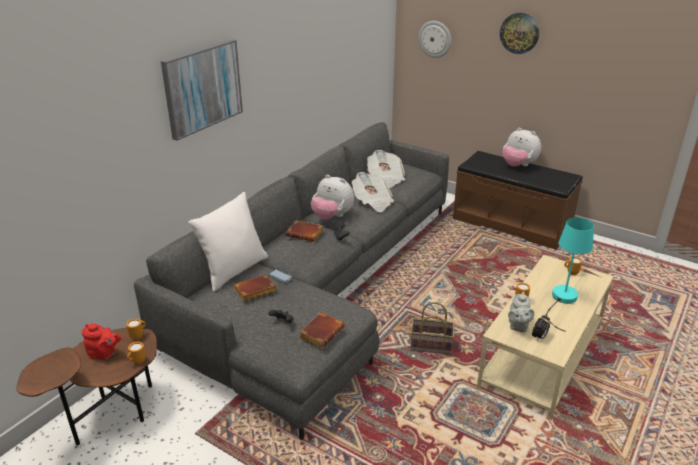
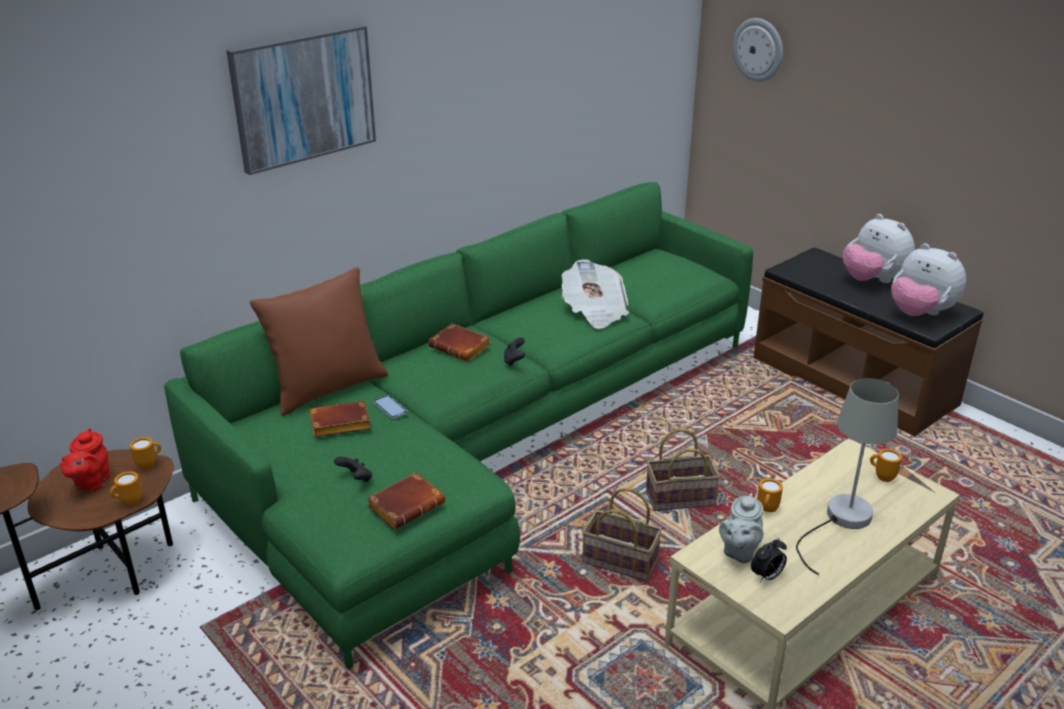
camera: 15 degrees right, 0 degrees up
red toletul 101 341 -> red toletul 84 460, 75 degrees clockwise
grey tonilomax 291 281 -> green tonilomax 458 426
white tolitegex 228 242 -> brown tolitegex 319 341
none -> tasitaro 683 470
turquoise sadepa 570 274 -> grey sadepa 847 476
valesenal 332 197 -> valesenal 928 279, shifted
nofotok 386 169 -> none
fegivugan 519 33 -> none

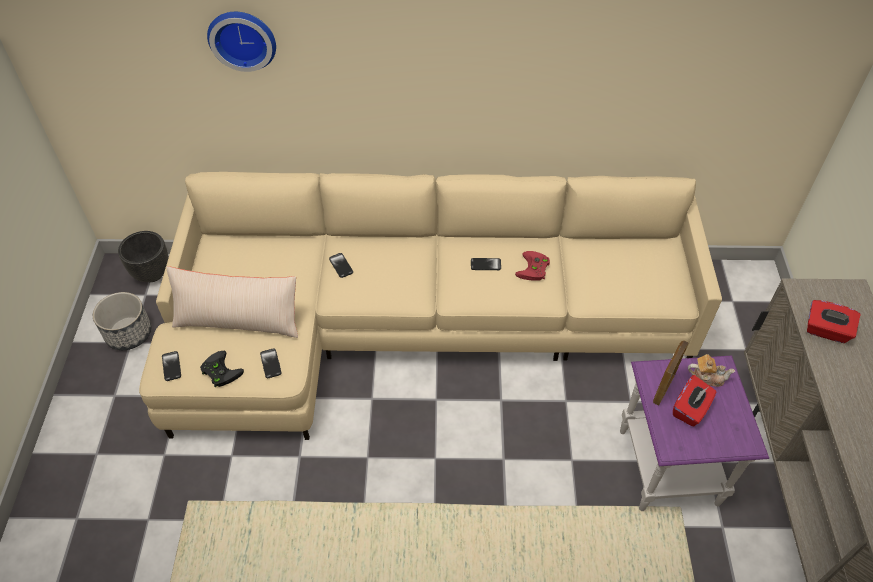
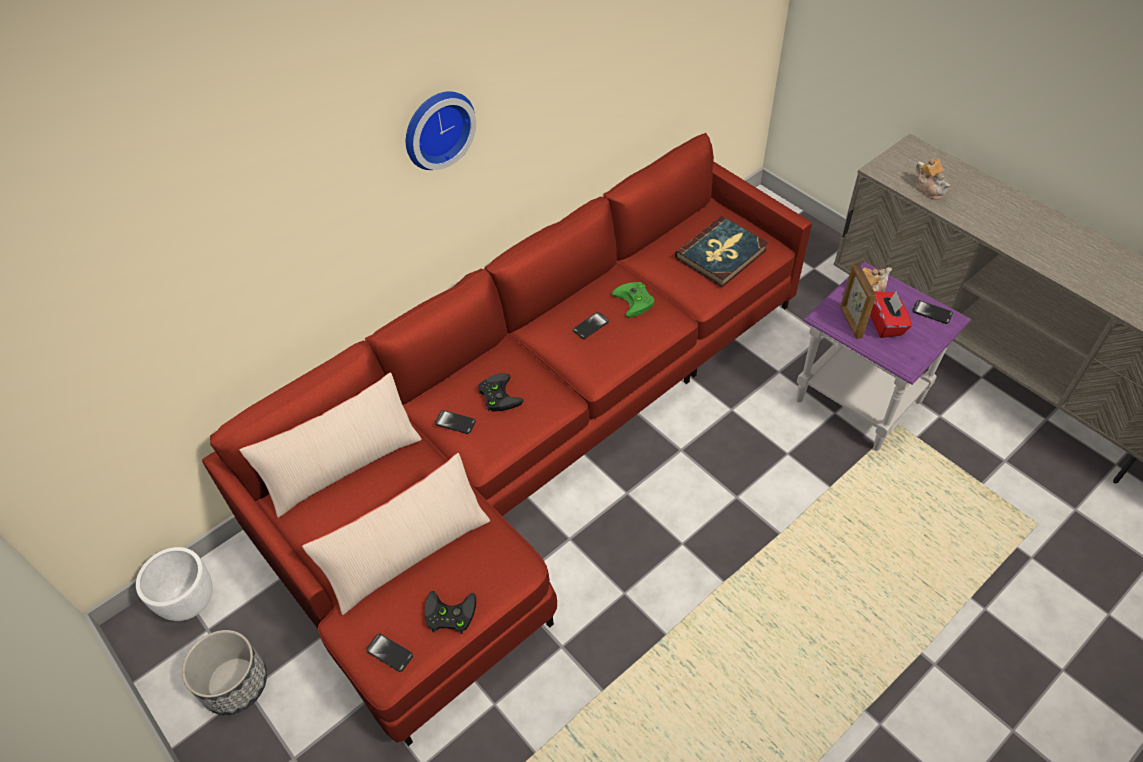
camera: 40 degrees left, 0 degrees up
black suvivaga 143 256 -> white suvivaga 174 584
beige tonilomax 430 306 -> red tonilomax 507 439
none -> beige tolitegex 330 445
fegivugan 241 42 -> fegivugan 441 130, shifted
none -> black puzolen 500 392
red puzolen 532 266 -> green puzolen 633 300
none -> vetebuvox 721 251
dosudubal 271 363 -> dosudubal 932 312, shifted
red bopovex 834 321 -> toletul 933 179

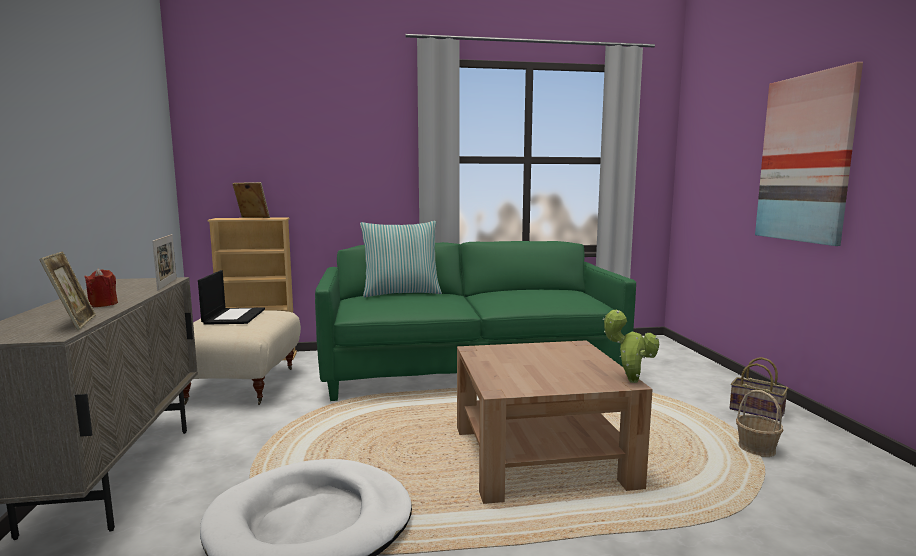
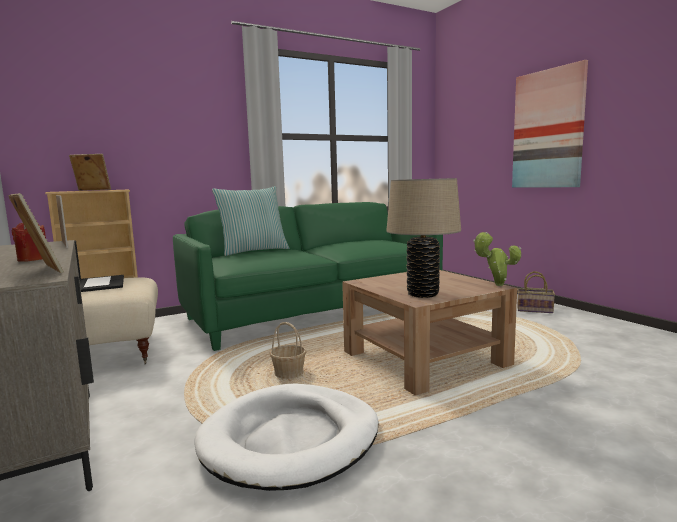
camera: 20 degrees left, 0 degrees up
tasitaro 760 423 -> tasitaro 288 350, shifted
none -> beige sadepa 423 238

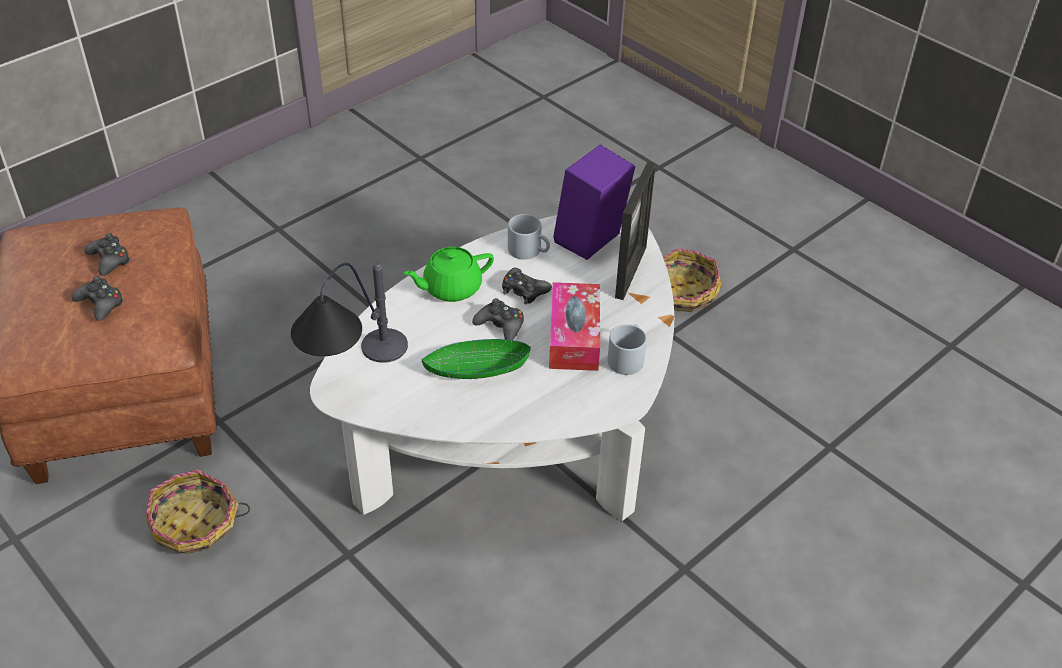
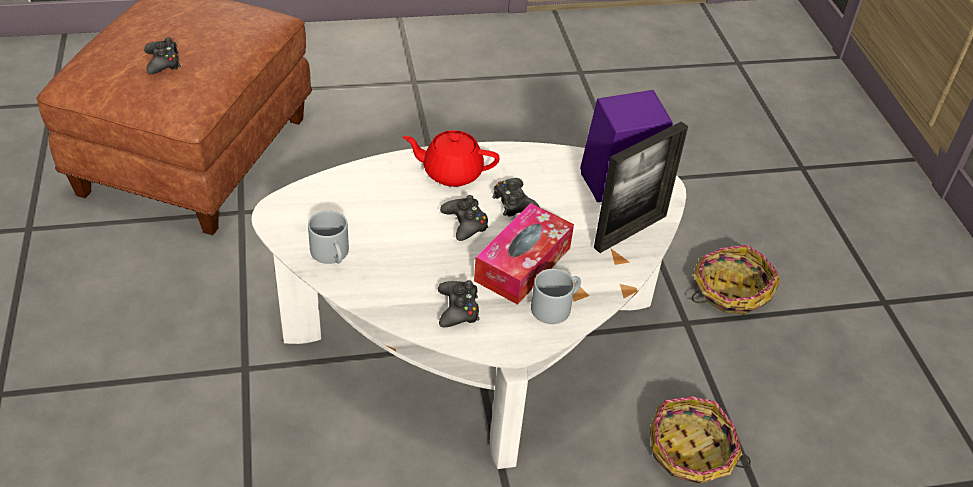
camera: 30 degrees right, 0 degrees up
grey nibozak 529 237 -> grey nibozak 328 237, shifted
green toletul 448 274 -> red toletul 451 158
black puzolen 107 254 -> black puzolen 458 303, shifted
tasitaro 198 512 -> tasitaro 700 440, shifted
sadepa 349 313 -> none
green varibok 476 359 -> none

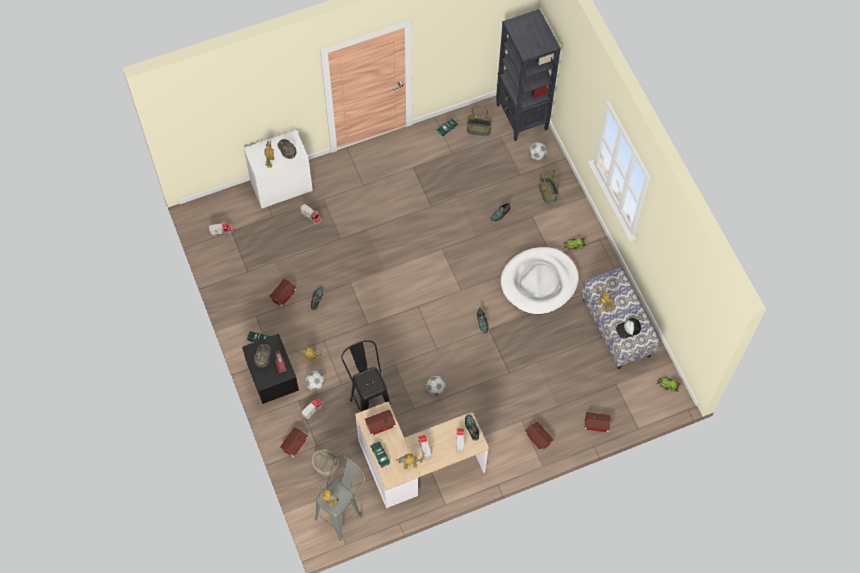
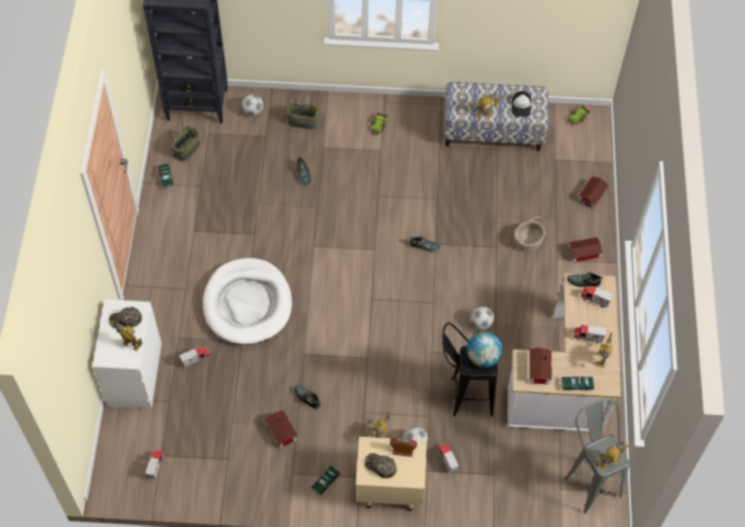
camera: 65 degrees left, 5 degrees down
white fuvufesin 540 280 -> white fuvufesin 247 301, shifted
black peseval 270 369 -> beige peseval 391 474
none -> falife 485 349
tasitaro 325 463 -> tasitaro 529 233, shifted
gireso 294 442 -> none

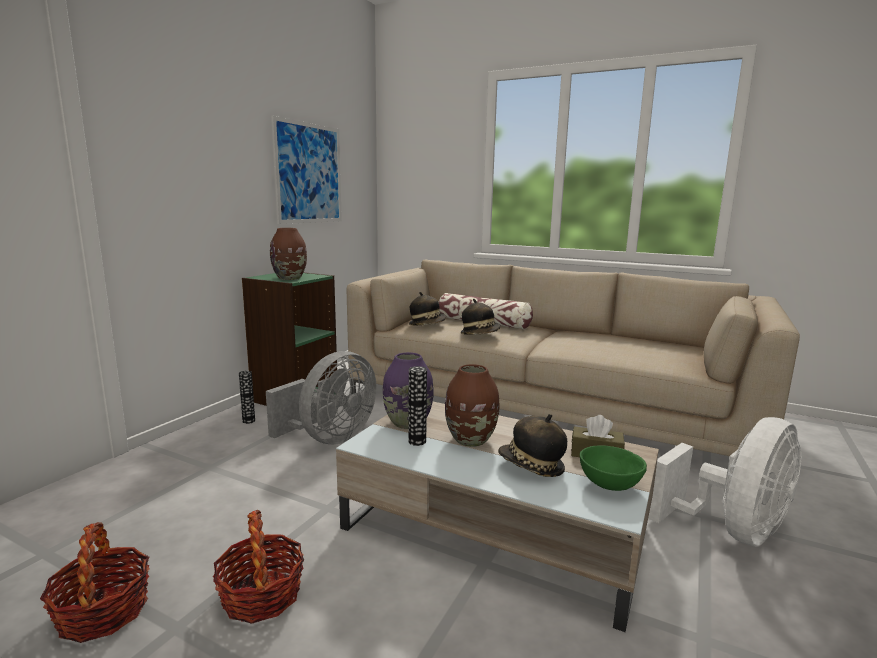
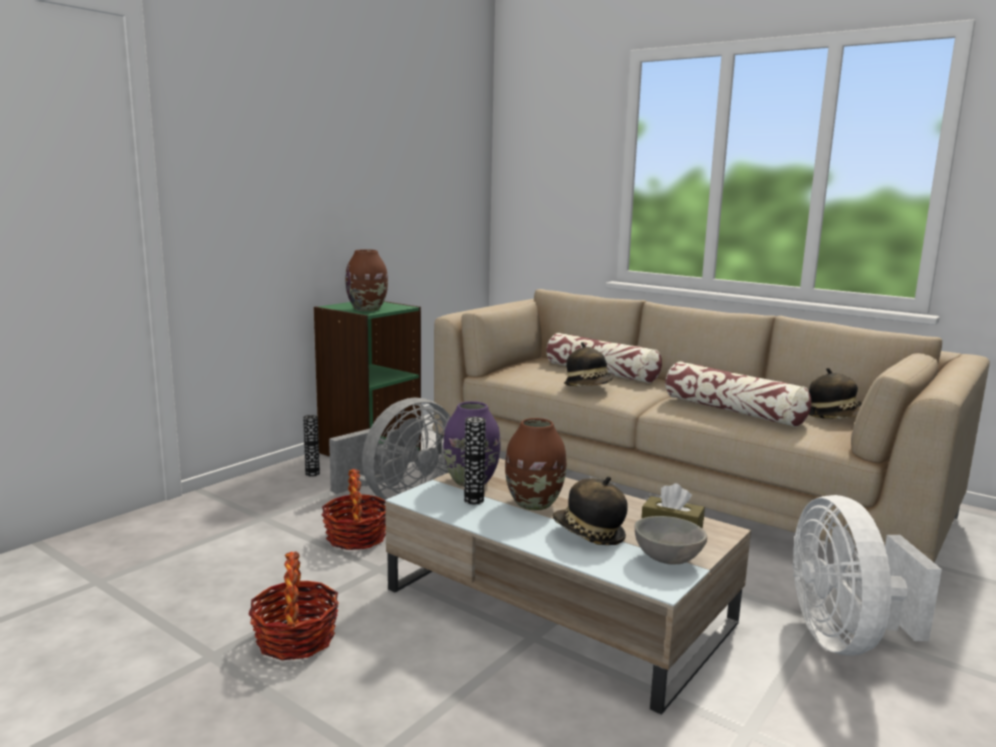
camera: 10 degrees right, 0 degrees up
tasitaro 95 582 -> tasitaro 353 509, shifted
green varibok 613 468 -> grey varibok 671 540
none -> tolitegex 738 394
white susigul 725 482 -> white susigul 867 575, 120 degrees clockwise
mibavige 427 308 -> mibavige 835 393, shifted
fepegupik 306 170 -> none

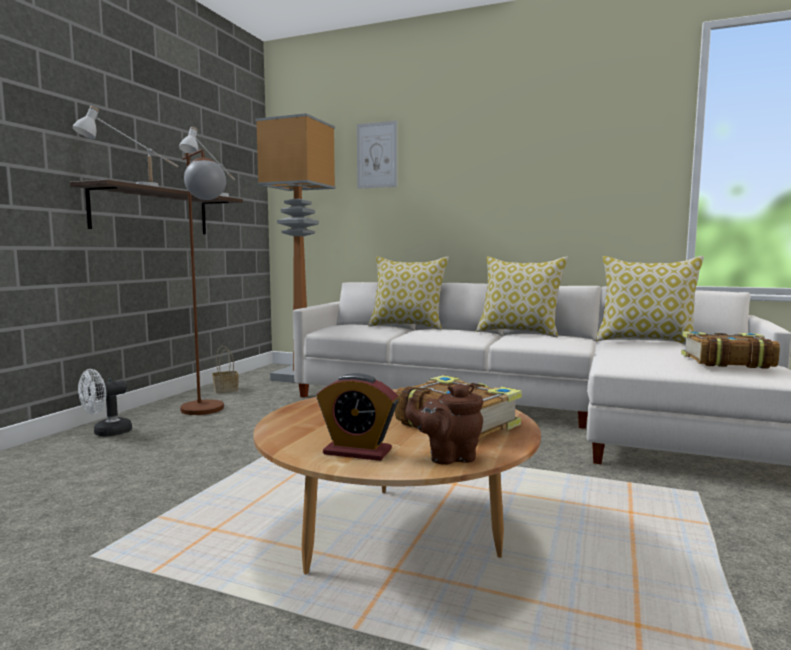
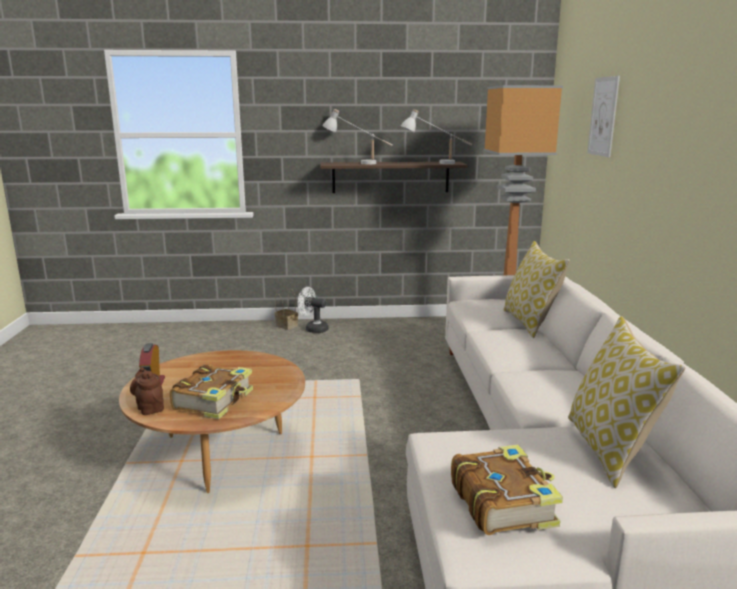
camera: 65 degrees right, 10 degrees up
tasitaro 225 369 -> tasitaro 286 309, shifted
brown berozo 203 282 -> none
tolitegex 522 297 -> none

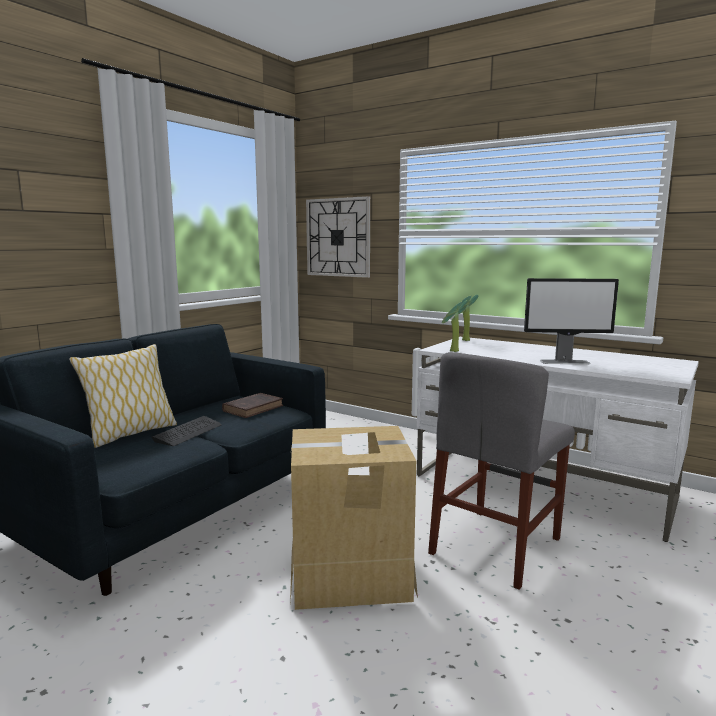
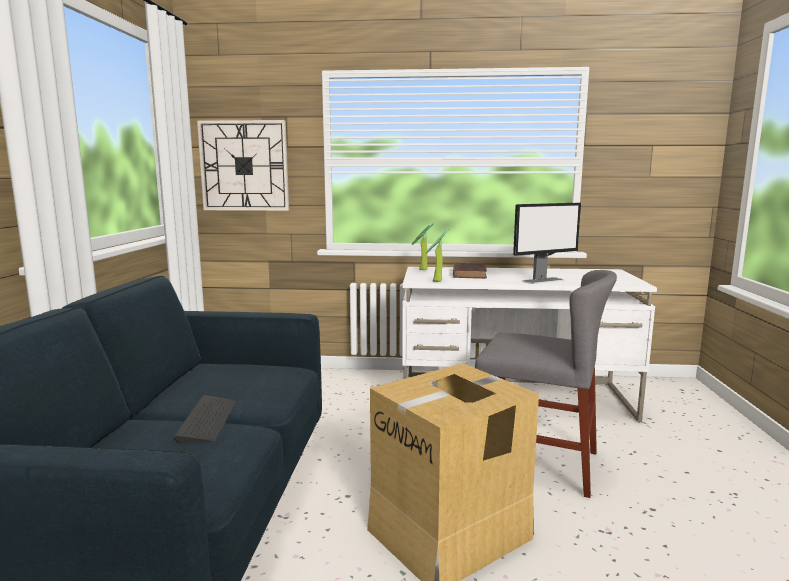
camera: 30 degrees left, 0 degrees up
brown vetebuvox 252 405 -> brown vetebuvox 470 270, shifted
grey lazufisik 501 471 -> grey lazufisik 546 384, 75 degrees counterclockwise
tolitegex 123 396 -> none

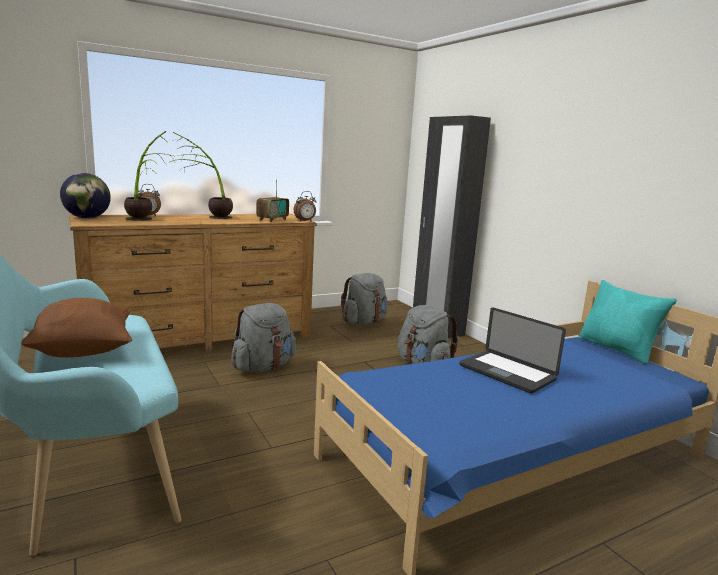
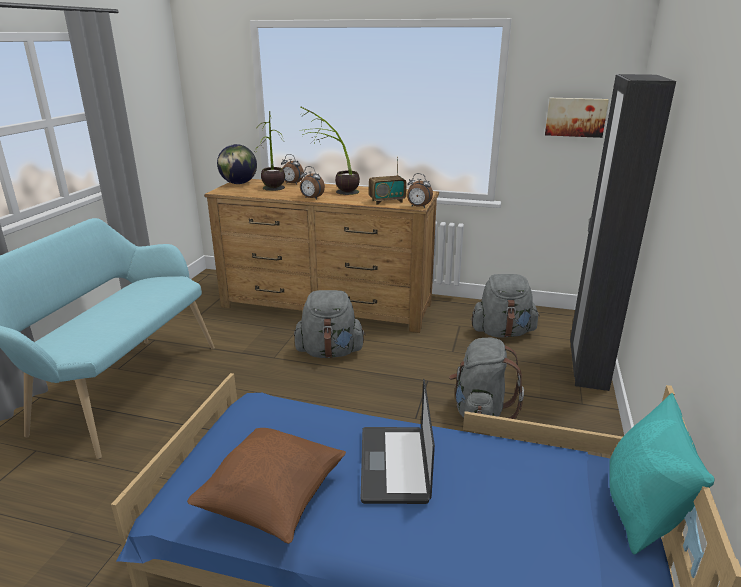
camera: 45 degrees right, 10 degrees up
brown tolitegex 76 328 -> brown tolitegex 266 486, shifted
none -> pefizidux 312 182
none -> fepegupik 577 118

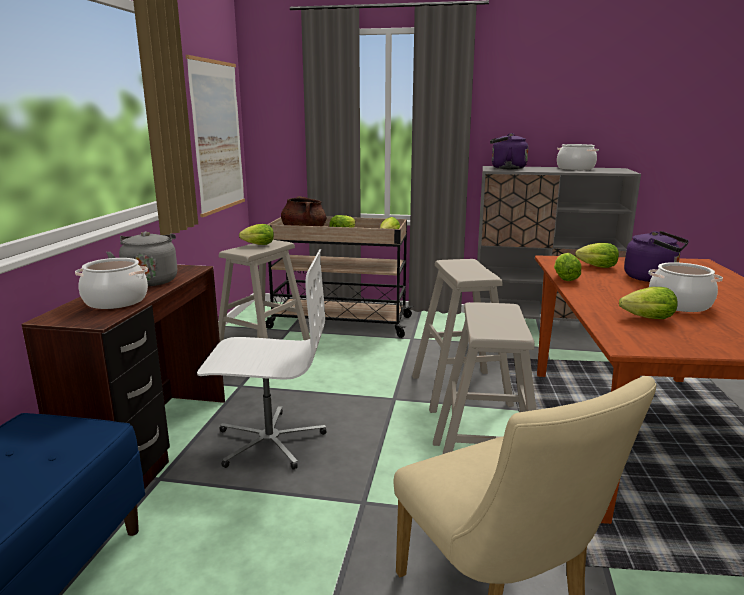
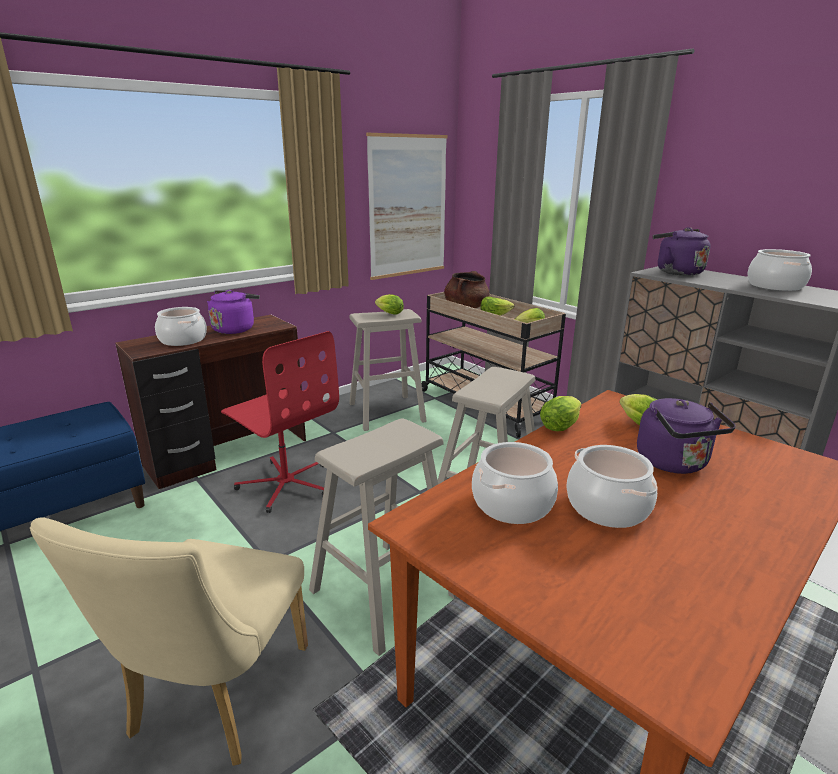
camera: 40 degrees right, 5 degrees up
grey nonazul 141 258 -> purple nonazul 233 312
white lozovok 262 359 -> red lozovok 280 422
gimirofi 648 303 -> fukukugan 515 483

